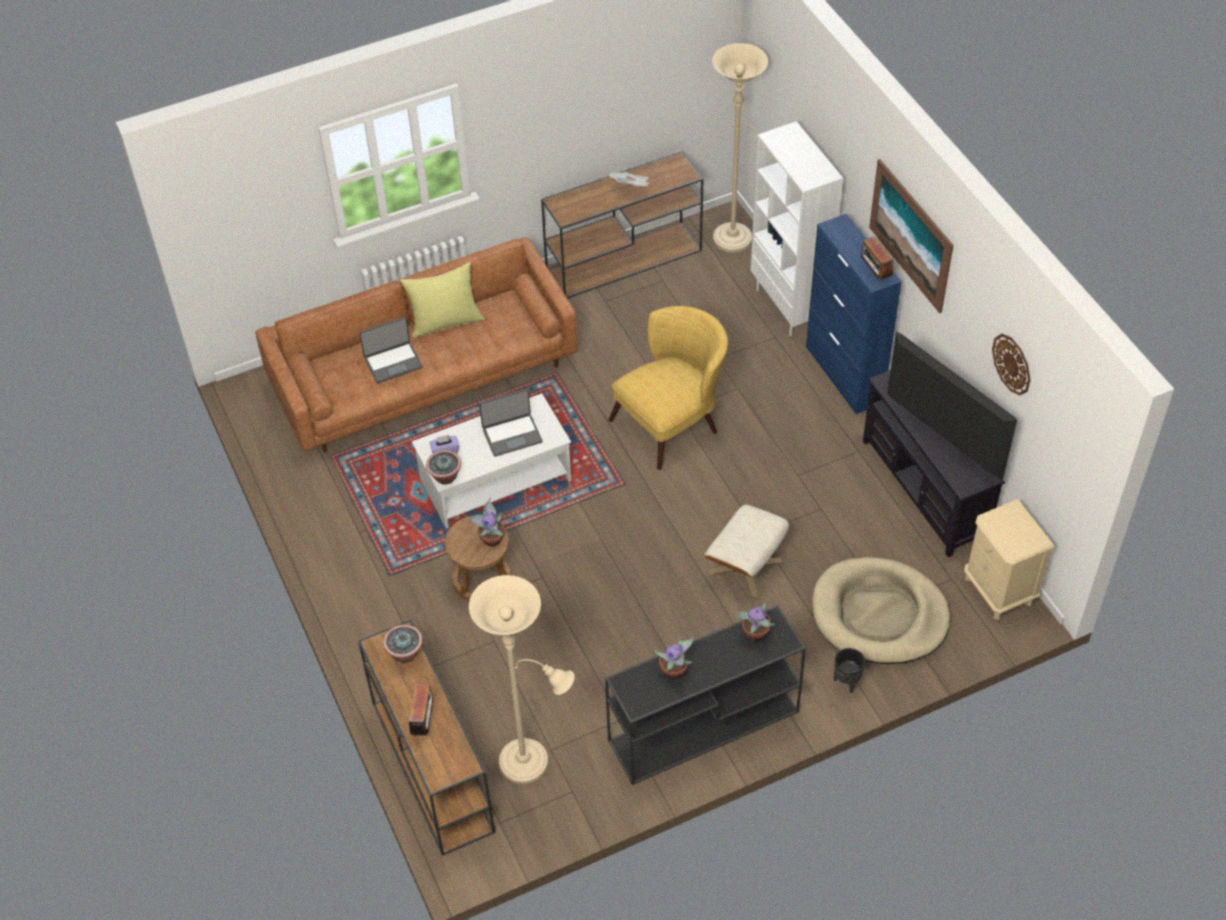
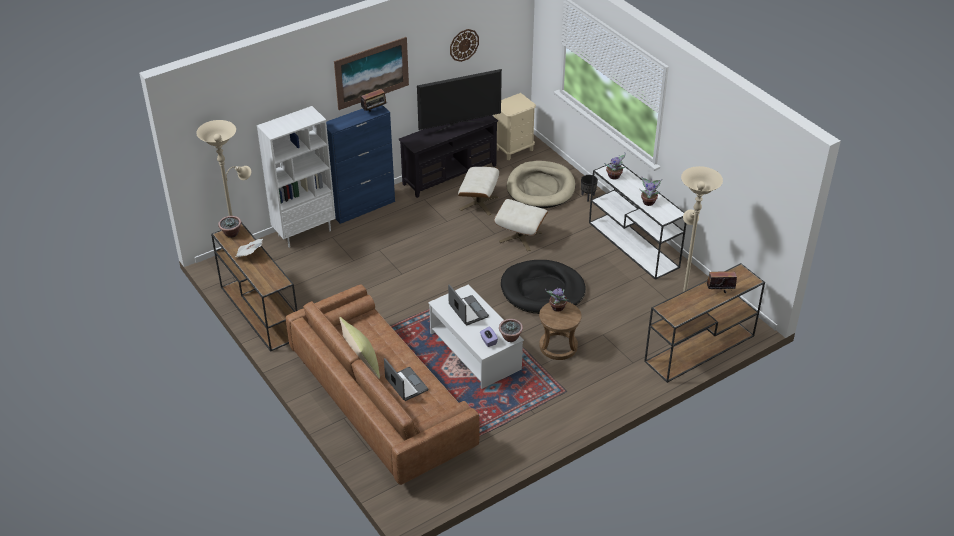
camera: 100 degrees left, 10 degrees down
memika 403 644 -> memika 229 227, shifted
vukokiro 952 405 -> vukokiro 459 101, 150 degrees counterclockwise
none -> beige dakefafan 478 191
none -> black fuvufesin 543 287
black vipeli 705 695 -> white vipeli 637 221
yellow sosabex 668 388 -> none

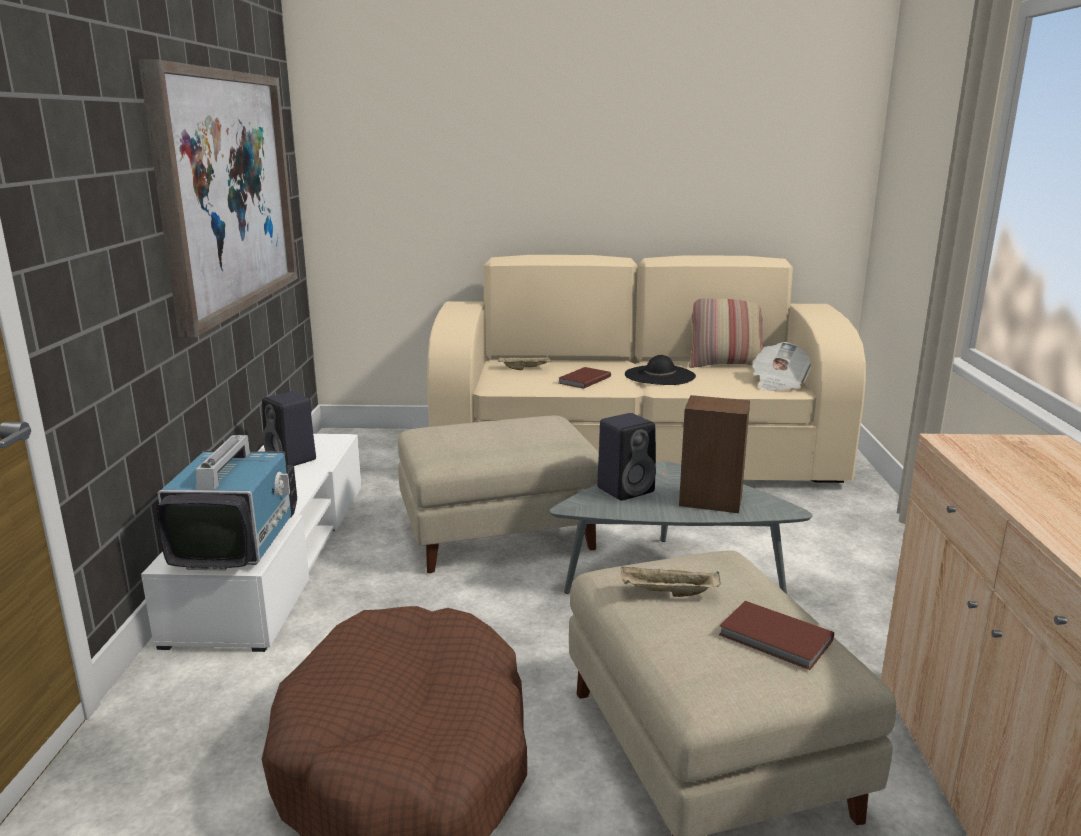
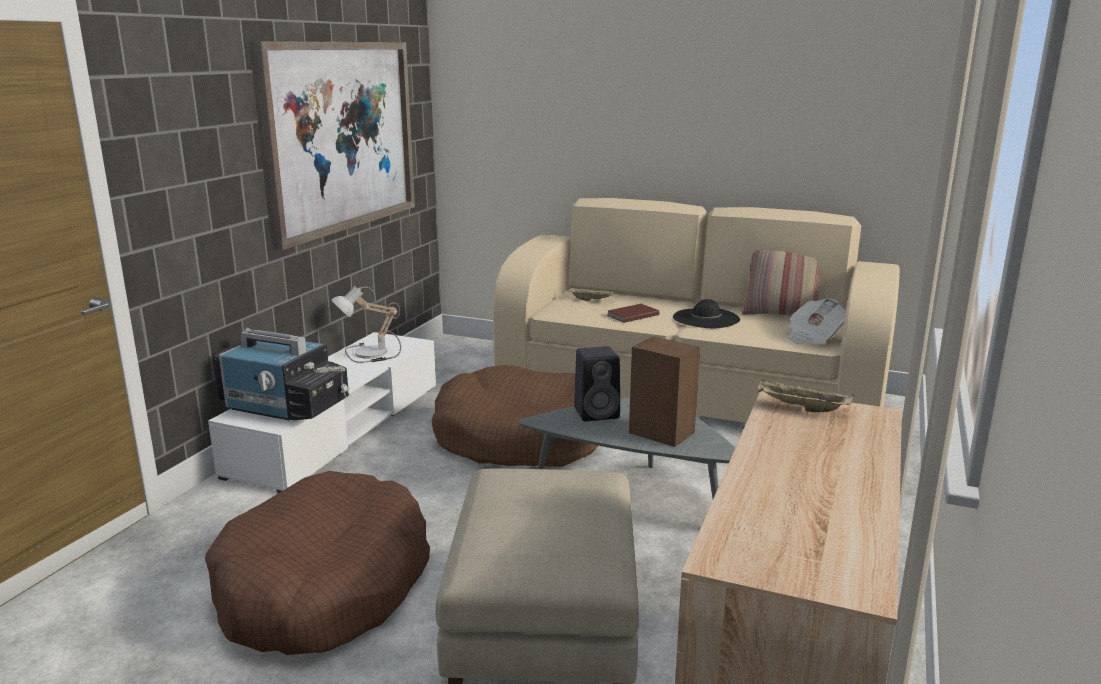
camera: 20 degrees right, 0 degrees up
vukokiro 227 502 -> vukokiro 281 374, 90 degrees clockwise
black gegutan 289 428 -> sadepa 366 324
beige dakefafan 498 495 -> brown fuvufesin 515 416
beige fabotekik 671 581 -> beige fabotekik 806 395, shifted
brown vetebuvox 776 635 -> none

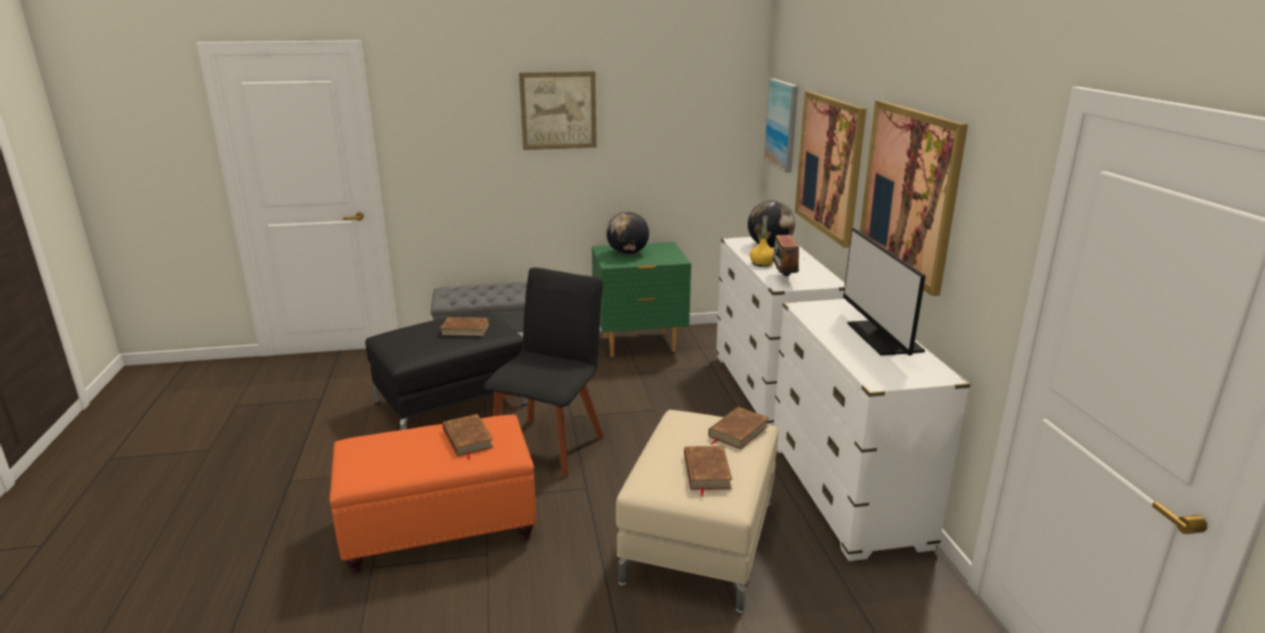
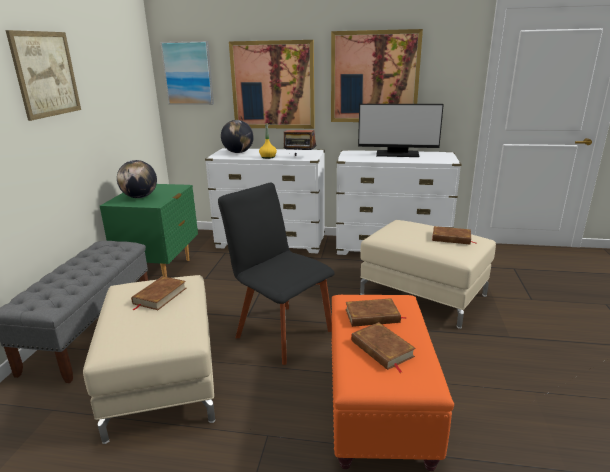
camera: 70 degrees left, 0 degrees up
black dakefafan 446 370 -> beige dakefafan 149 359
brown vetebuvox 738 428 -> brown vetebuvox 383 347, shifted

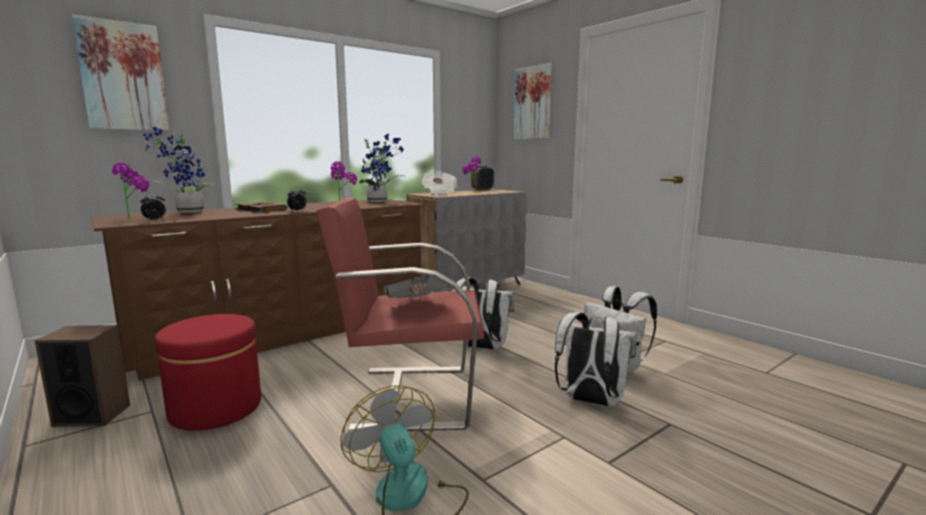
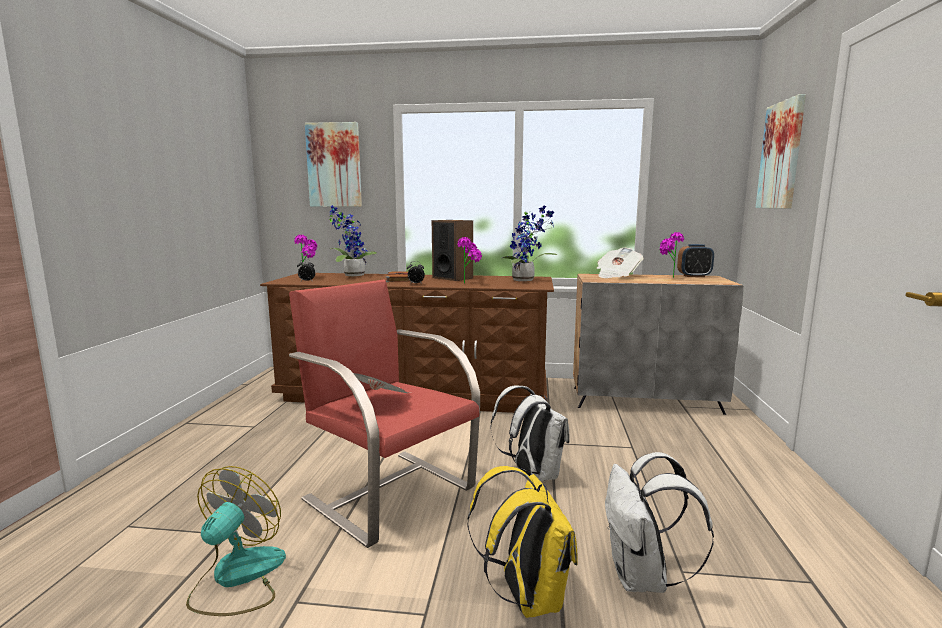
camera: 45 degrees right, 0 degrees up
gegutan 82 376 -> gegutan 452 250, shifted
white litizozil 596 359 -> yellow litizozil 522 542
red dakefafan 208 372 -> none

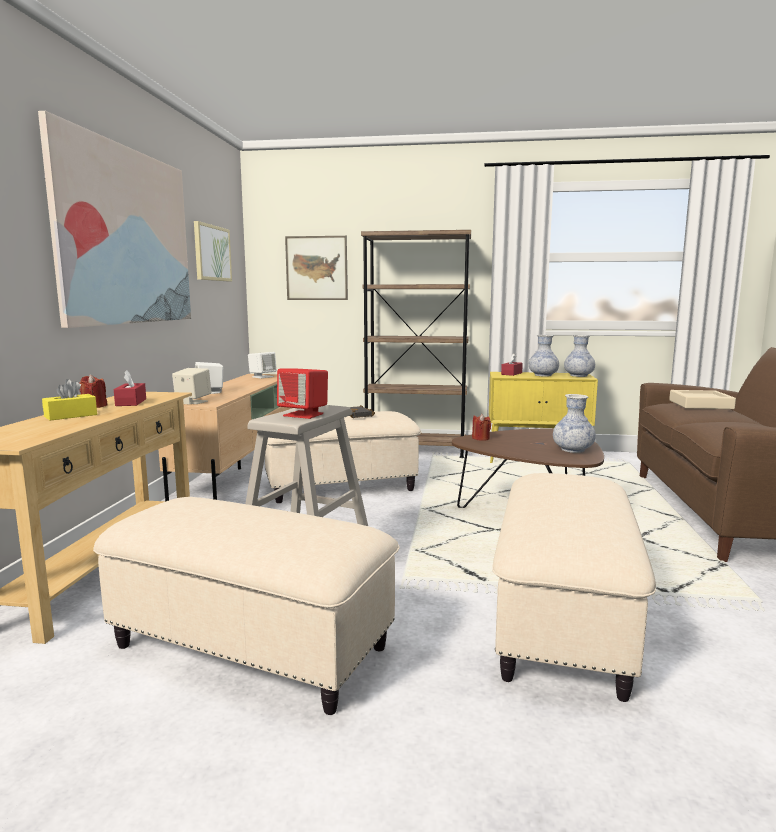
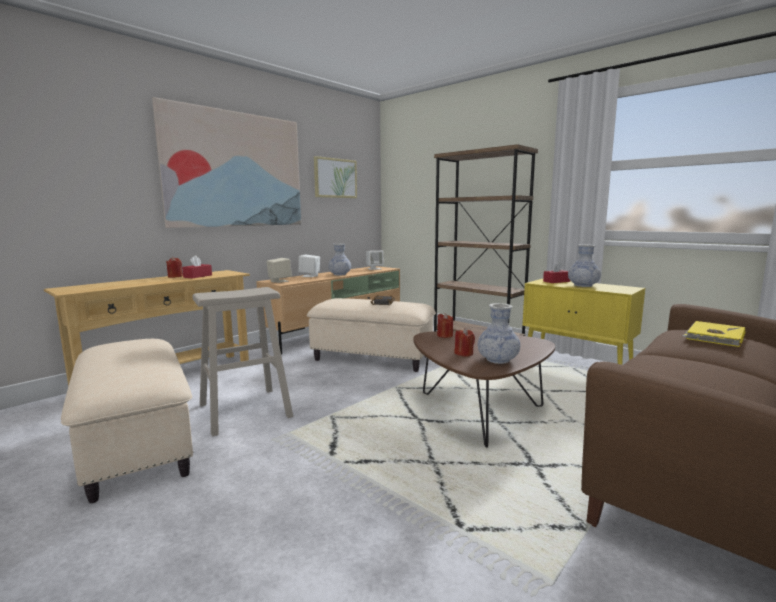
camera: 35 degrees right, 0 degrees up
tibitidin 579 356 -> tibitidin 339 260, shifted
none -> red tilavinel 464 342
beige fabotekik 702 399 -> yellow vetebuvox 714 334
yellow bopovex 69 400 -> none
red gegutan 302 393 -> none
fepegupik 316 268 -> none
beige dakefafan 574 587 -> none

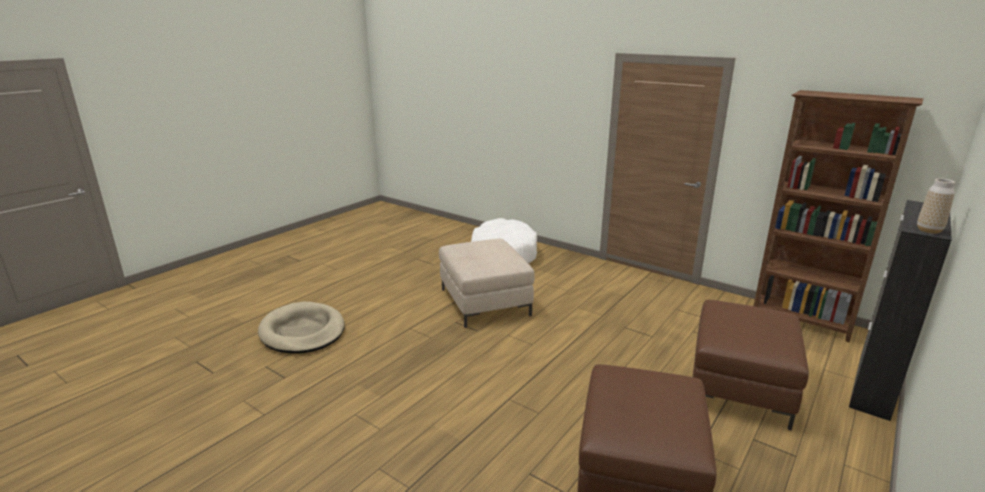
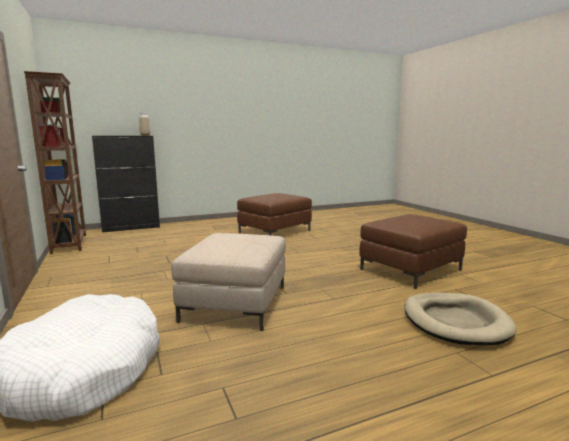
camera: 150 degrees left, 10 degrees down
brown dakefafan 751 365 -> brown dakefafan 413 251, shifted

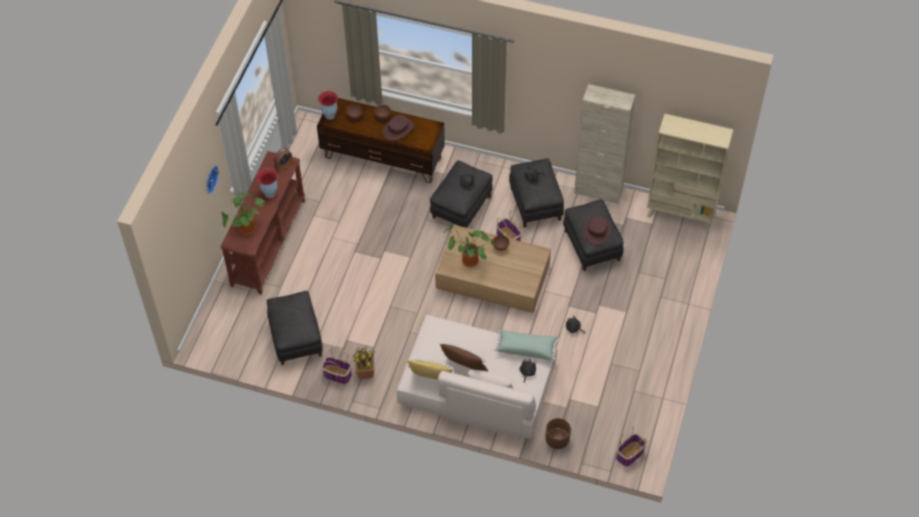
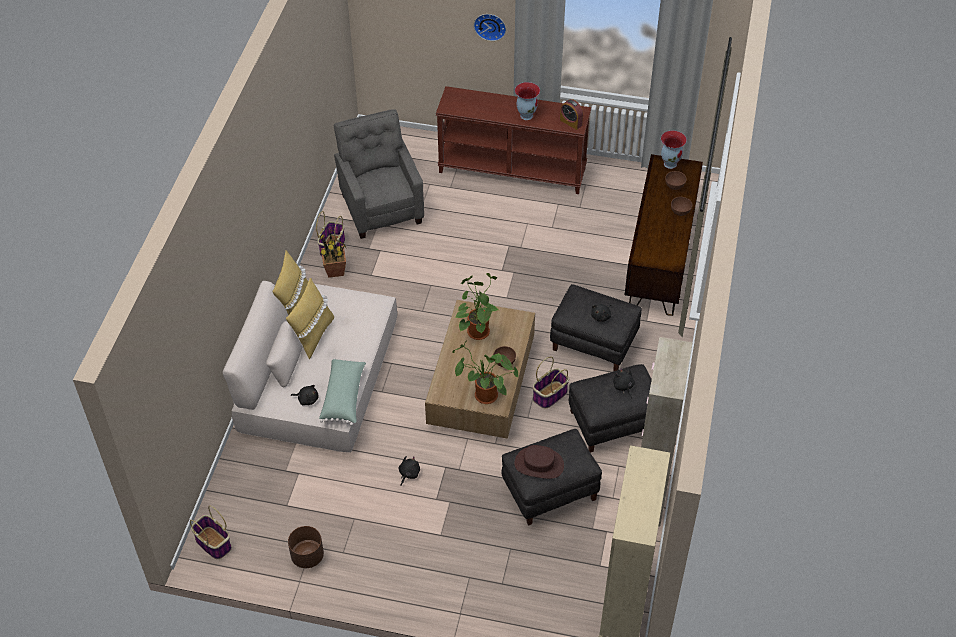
camera: 85 degrees right, 5 degrees down
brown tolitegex 464 357 -> yellow tolitegex 310 318
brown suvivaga 558 433 -> brown suvivaga 306 547, shifted
black dakefafan 294 328 -> grey sosabex 379 174
memika 243 213 -> memika 485 373, shifted
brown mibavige 398 128 -> none

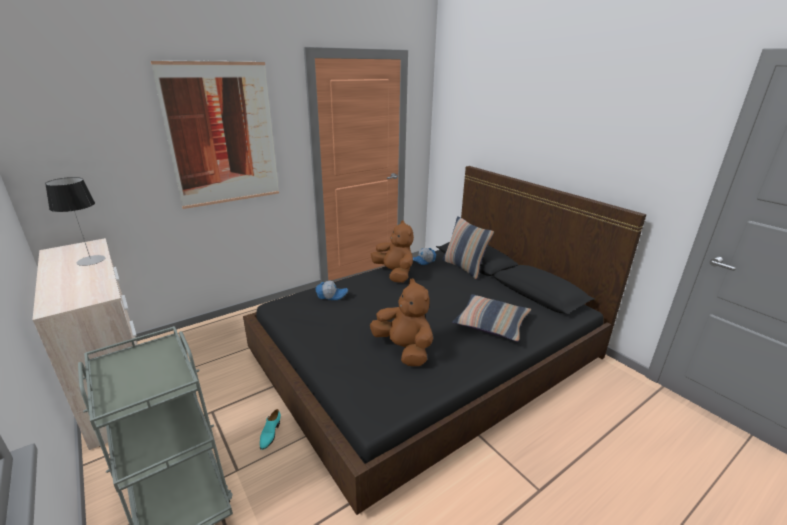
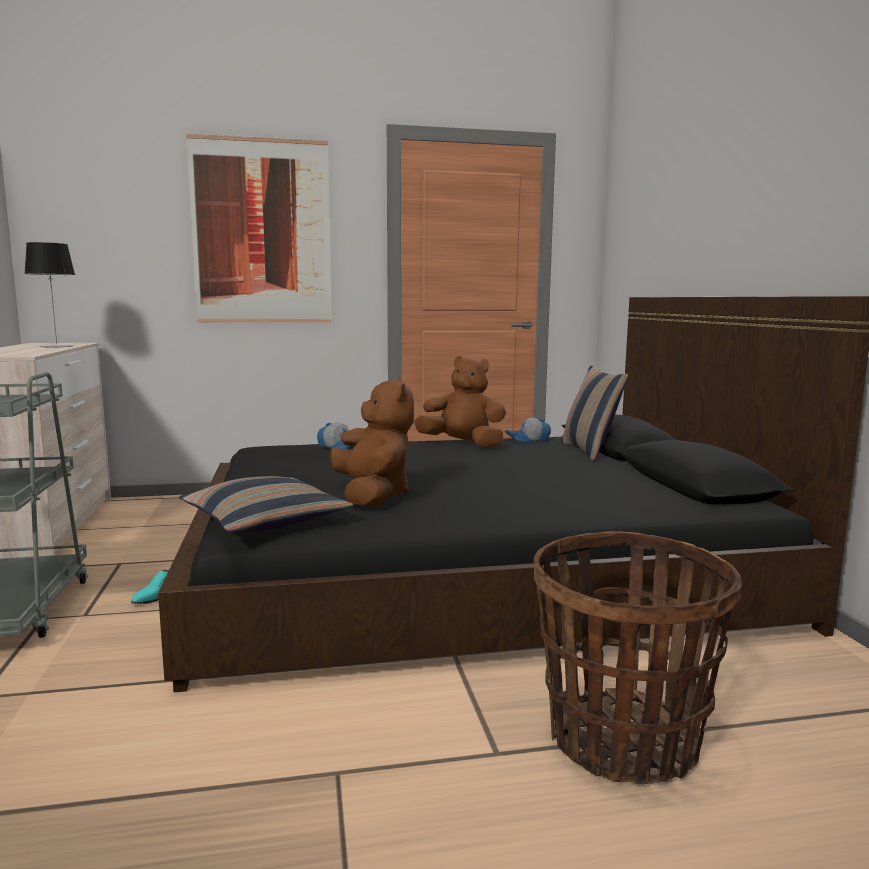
camera: 25 degrees right, 15 degrees down
tolitegex 491 318 -> tolitegex 266 504, shifted
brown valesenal 392 251 -> brown valesenal 460 402, 60 degrees counterclockwise
none -> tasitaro 638 657

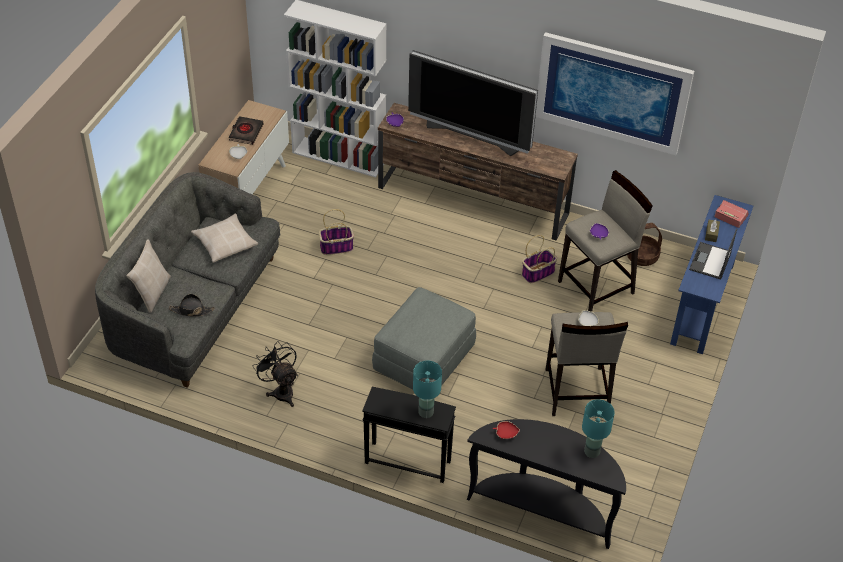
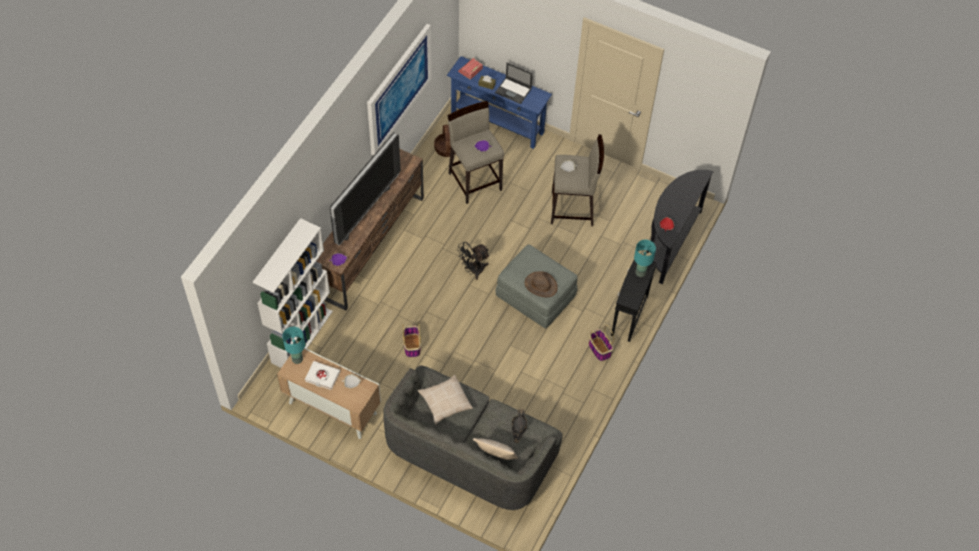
camera: 85 degrees left, 10 degrees up
turquoise sadepa 598 428 -> turquoise sadepa 293 345, shifted
black vetebuvox 246 130 -> white vetebuvox 322 375
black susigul 275 374 -> black susigul 473 261, shifted
none -> brown mibavige 541 284
tasitaro 539 259 -> tasitaro 601 343, shifted

